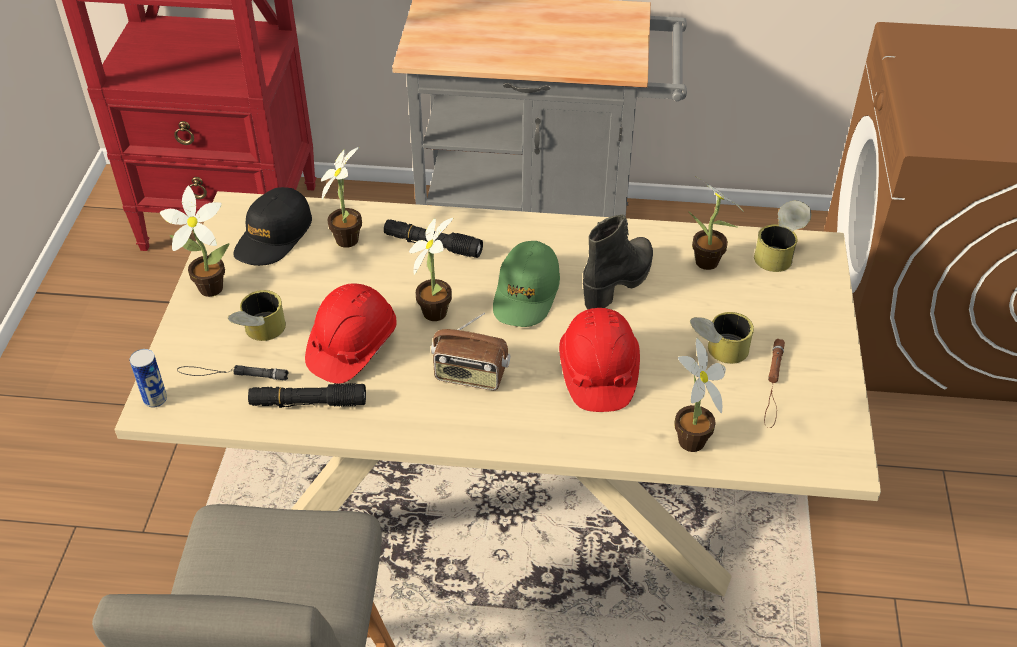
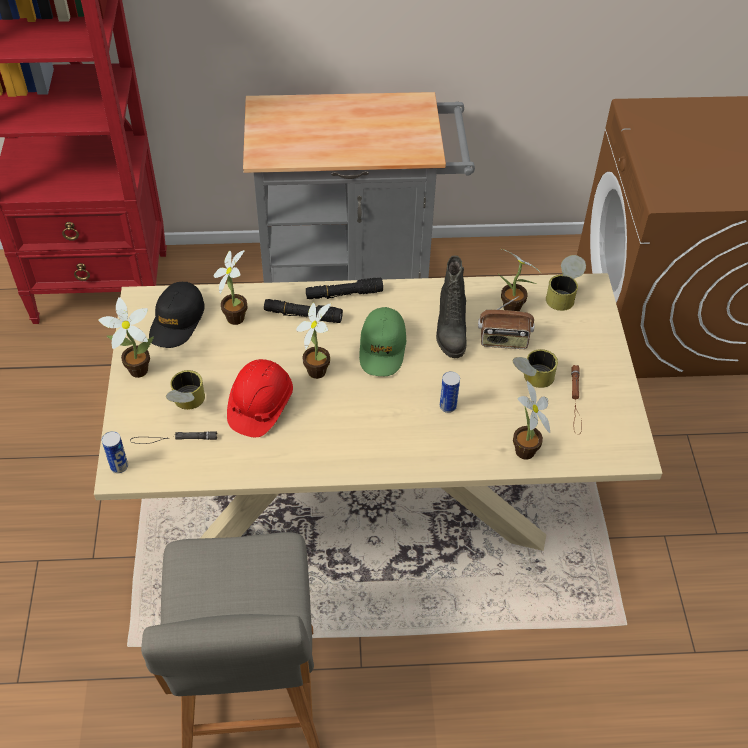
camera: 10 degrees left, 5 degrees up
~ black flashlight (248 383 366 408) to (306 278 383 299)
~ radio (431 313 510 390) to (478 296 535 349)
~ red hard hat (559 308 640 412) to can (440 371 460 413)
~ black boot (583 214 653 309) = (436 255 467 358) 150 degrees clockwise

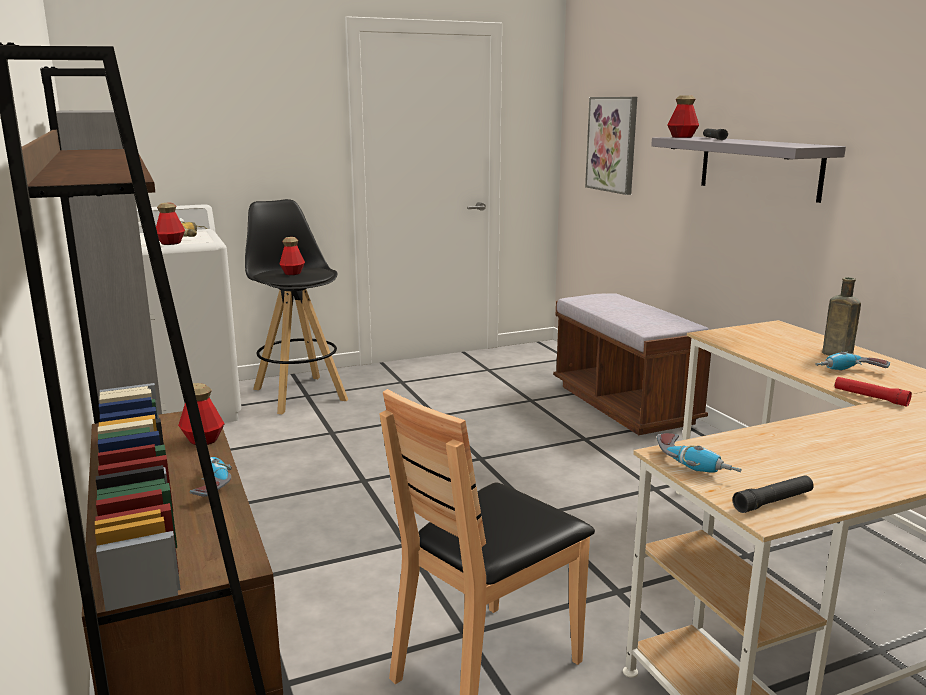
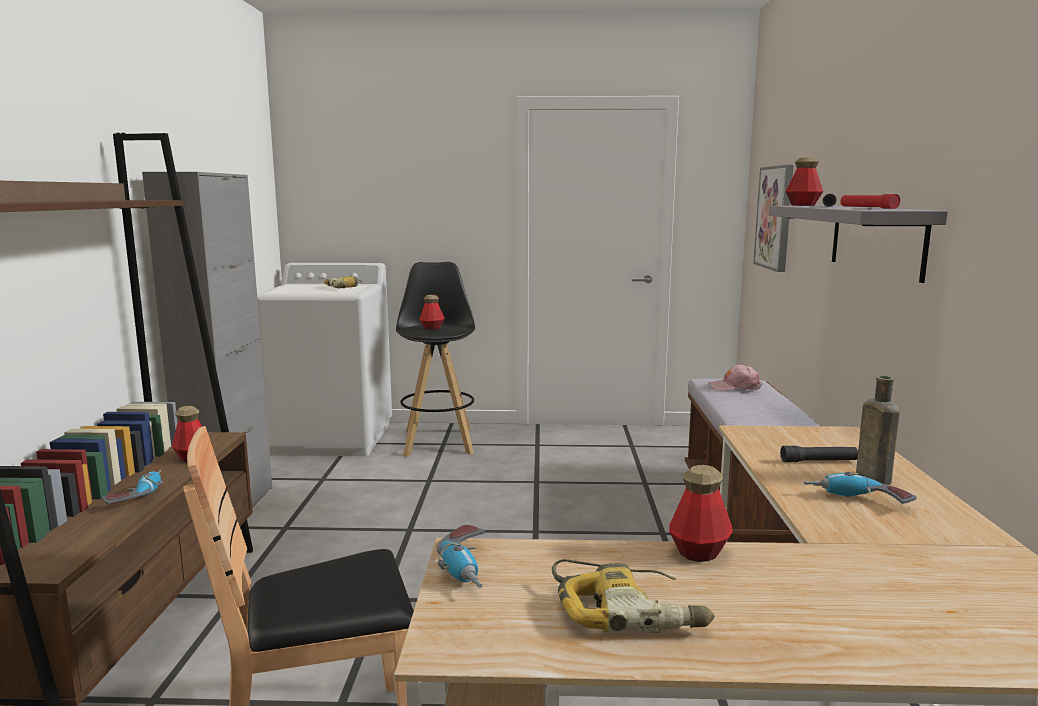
camera: 25 degrees right, 5 degrees down
~ bottle (156 203 185 245) to (669 465 733 562)
~ black flashlight (732 475 814 513) to (780 446 858 462)
~ red flashlight (835 377 912 406) to (840 194 900 209)
+ power drill (552 559 715 633)
+ pink cap (708 365 763 391)

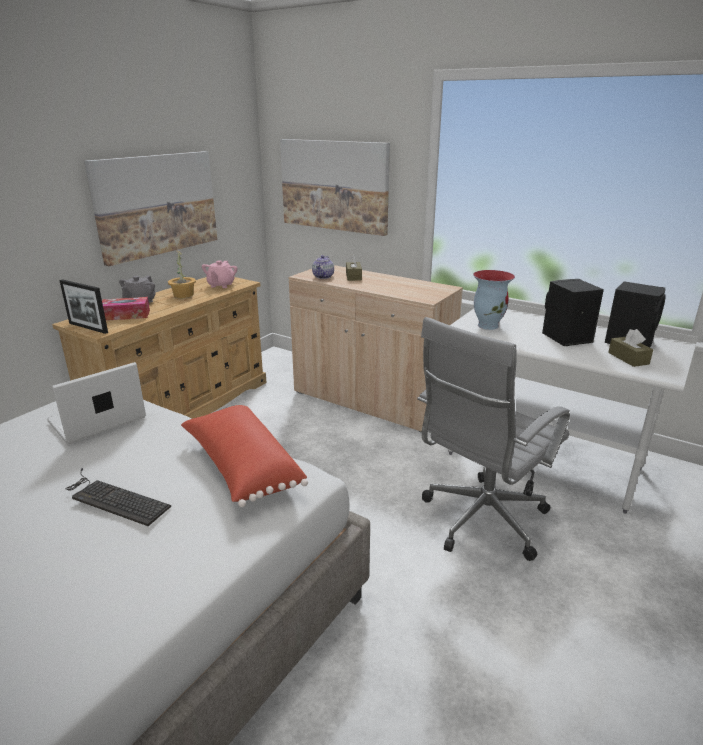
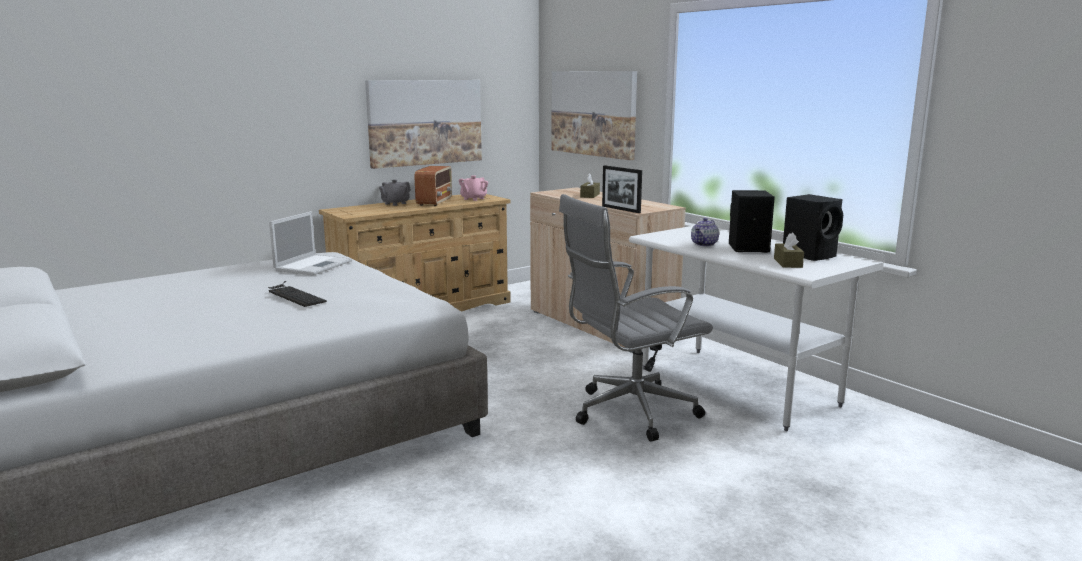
camera: 20 degrees right, 10 degrees down
~ laptop (47 362 146 445) = (269 211 352 275) 135 degrees clockwise
~ picture frame (59 279 108 334) to (602 165 642 213)
- tissue box (102 297 150 321)
~ potted plant (168 250 196 298) to radio (415 166 452 206)
- red pillow (181 405 308 507)
~ teapot (312 255 334 279) to (691 218 719 246)
- vase (473 270 515 330)

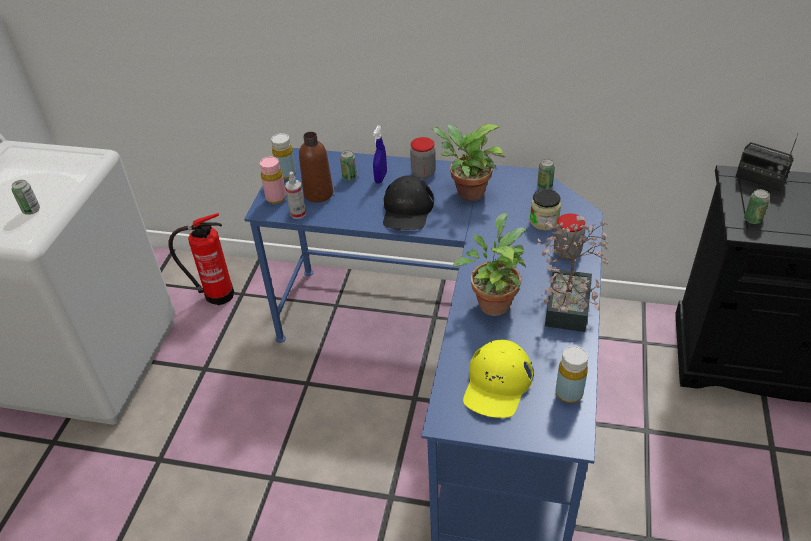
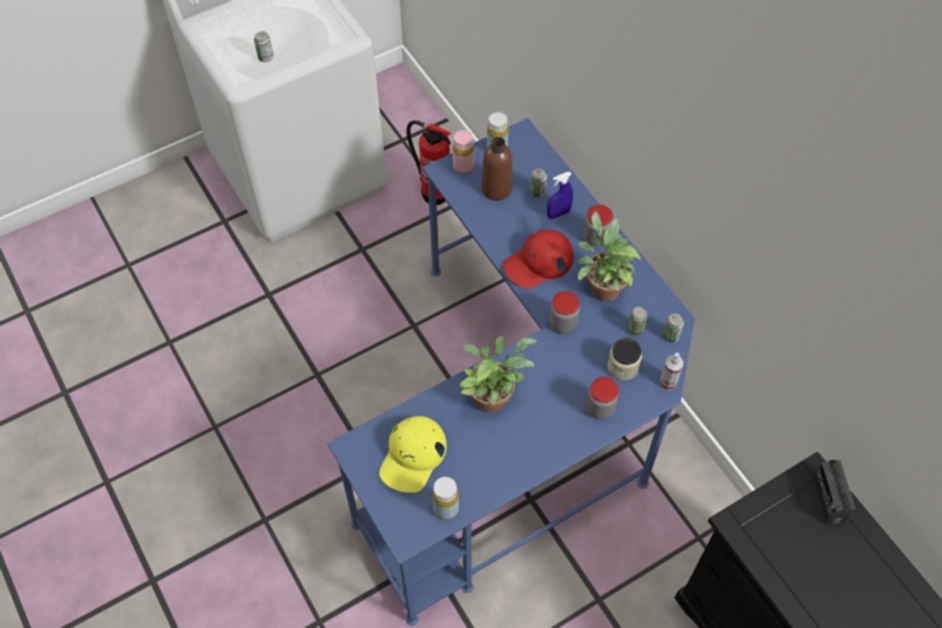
camera: 45 degrees right, 15 degrees up
~ spray bottle (285 172 306 219) to (659 352 684 390)
~ black cap (383 175 434 230) to red cap (503 230 574 289)
~ yellow cap (463 340 533 418) = (379 416 447 493) 45 degrees counterclockwise
- potted plant (537 216 609 332)
~ can (744 189 770 224) to (627 306 648 336)
+ jar (549 291 580 334)

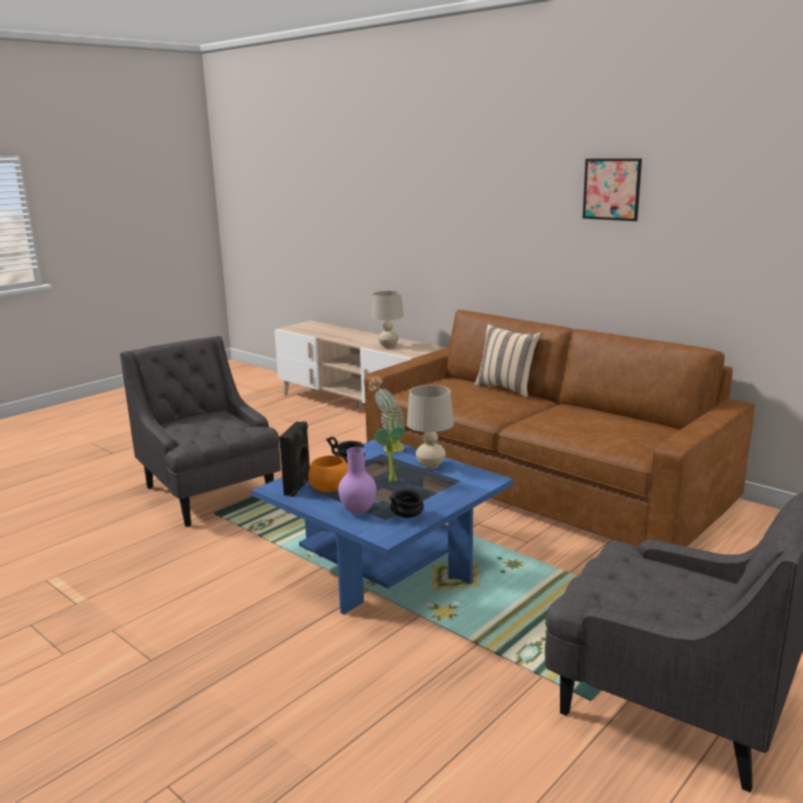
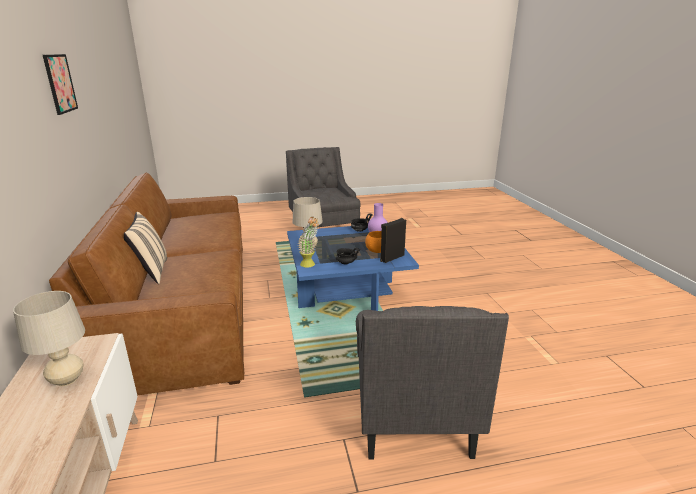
camera: 145 degrees left, 5 degrees up
- potted plant (374 427 406 482)

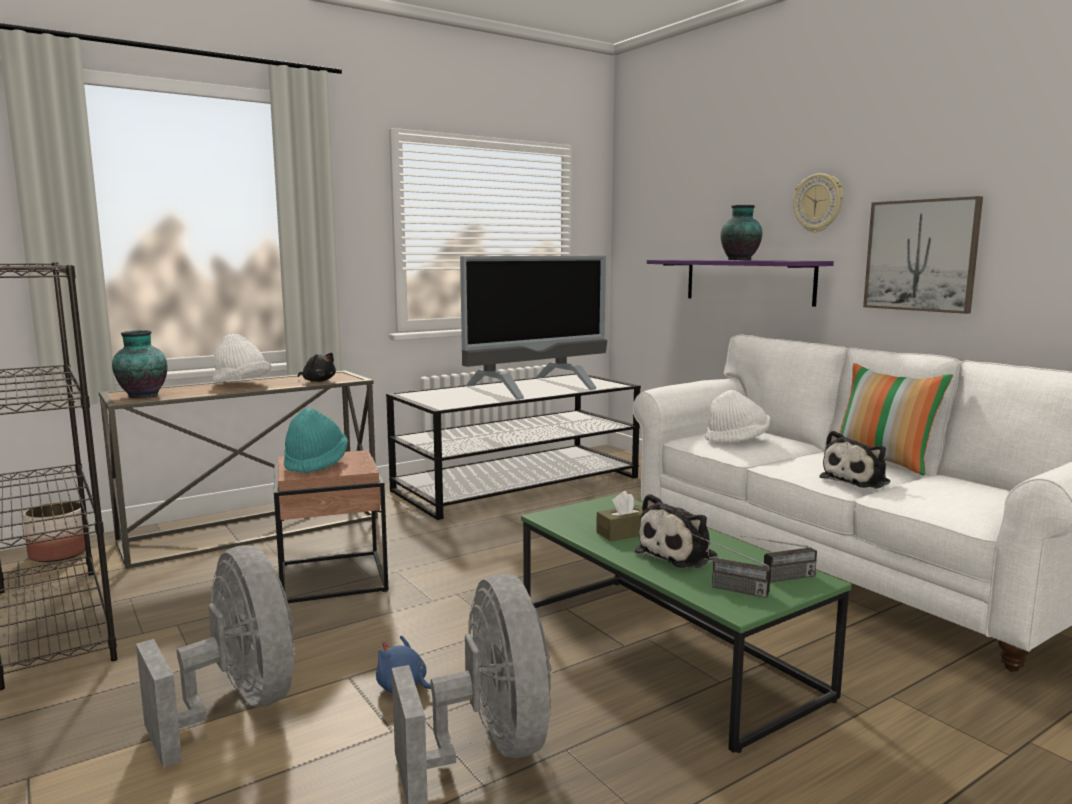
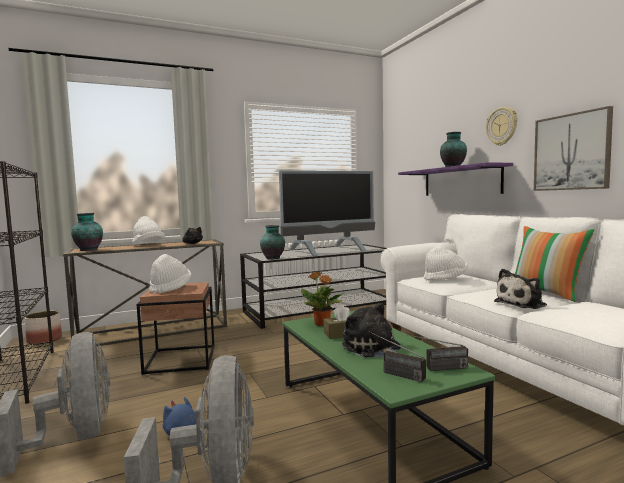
camera: 10 degrees right, 5 degrees down
~ turquoise hat (284 408 348 474) to white hat (149 254 191 293)
~ plush toy (635 494 717 568) = (342 303 401 358) 90 degrees clockwise
+ vase (260 225 285 260)
+ potted plant (301 272 344 326)

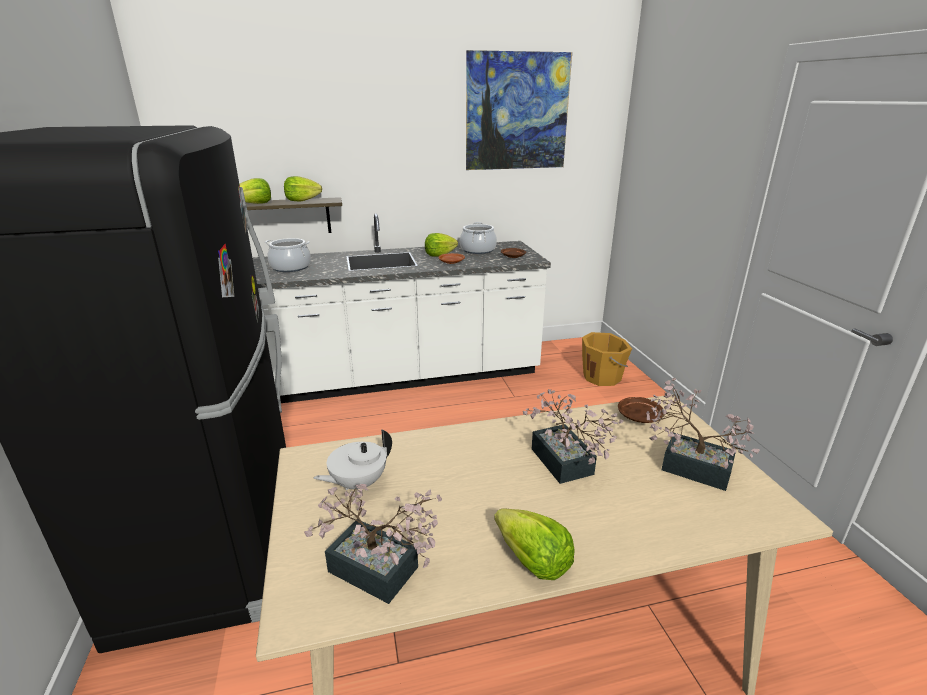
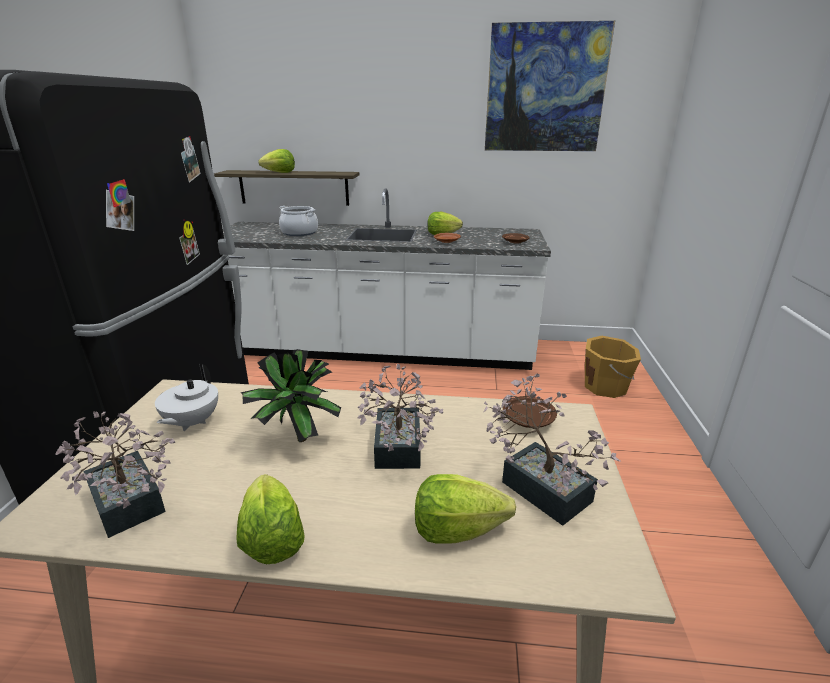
camera: 20 degrees right, 0 degrees up
~ lettuce (284 176 322 201) to (415 474 516 544)
~ white teapot (314 429 392 490) = (155 364 218 431) 60 degrees counterclockwise
- cooking pot (460 222 497 254)
+ potted plant (241 349 341 443)

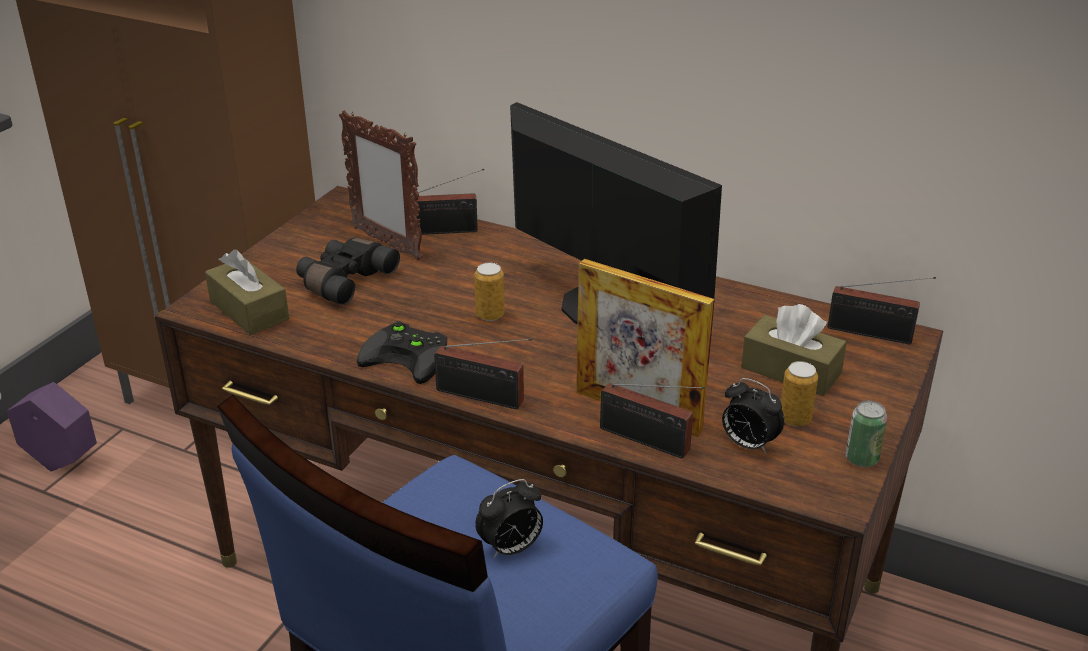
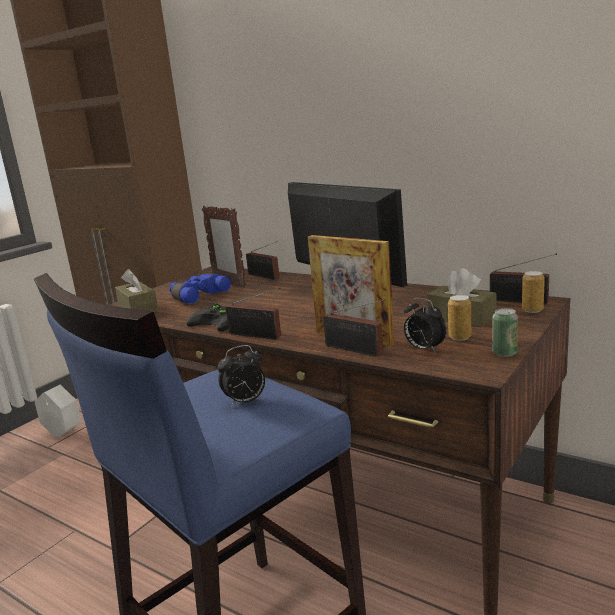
camera: 10 degrees right, 15 degrees down
~ purple planter (7 382 97 471) to white planter (34 385 82 438)
~ black binoculars (296 238 400 305) to blue binoculars (170 273 231 303)
~ radio (412 169 484 235) = (246 241 280 280) 45 degrees clockwise
~ can (474 262 505 321) to (522 271 545 313)

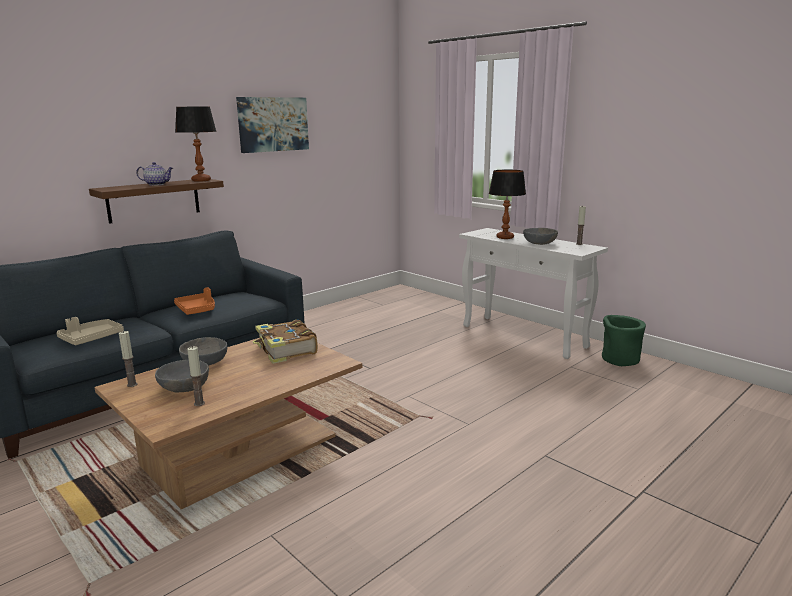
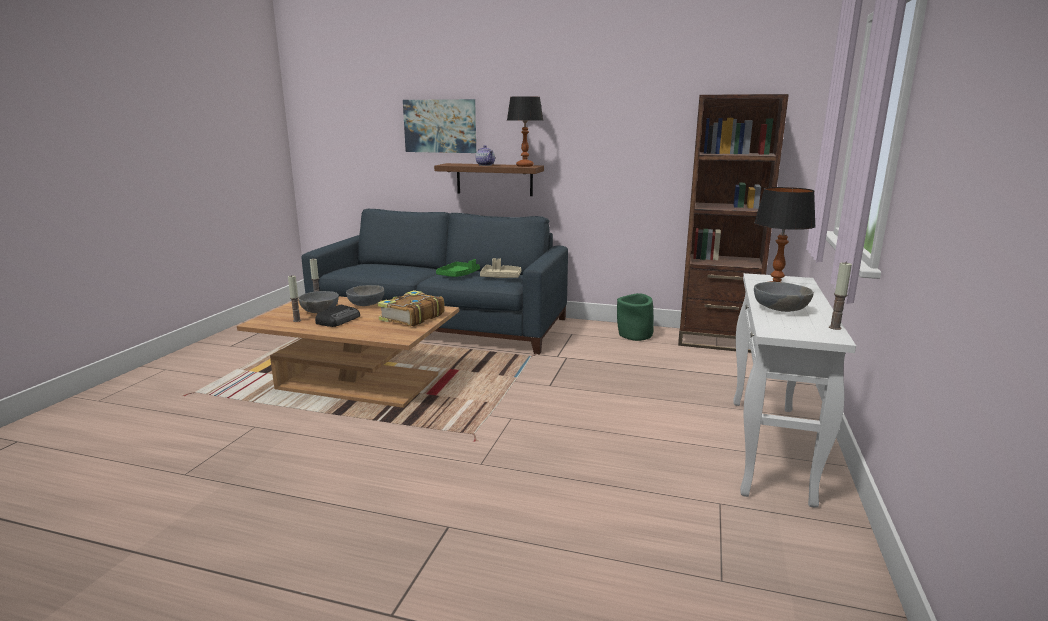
camera: 60 degrees right, 0 degrees up
~ beige tray (56 317 124 345) to (480 258 521 278)
~ orange tray (174 287 215 315) to green tray (436 259 480 277)
~ picture (236 97 309 153) to (403 99 476 153)
~ green planter (602 315 646 366) to (617 293 653 341)
+ radio (315 305 360 327)
+ brown bookcase (678 94 789 353)

